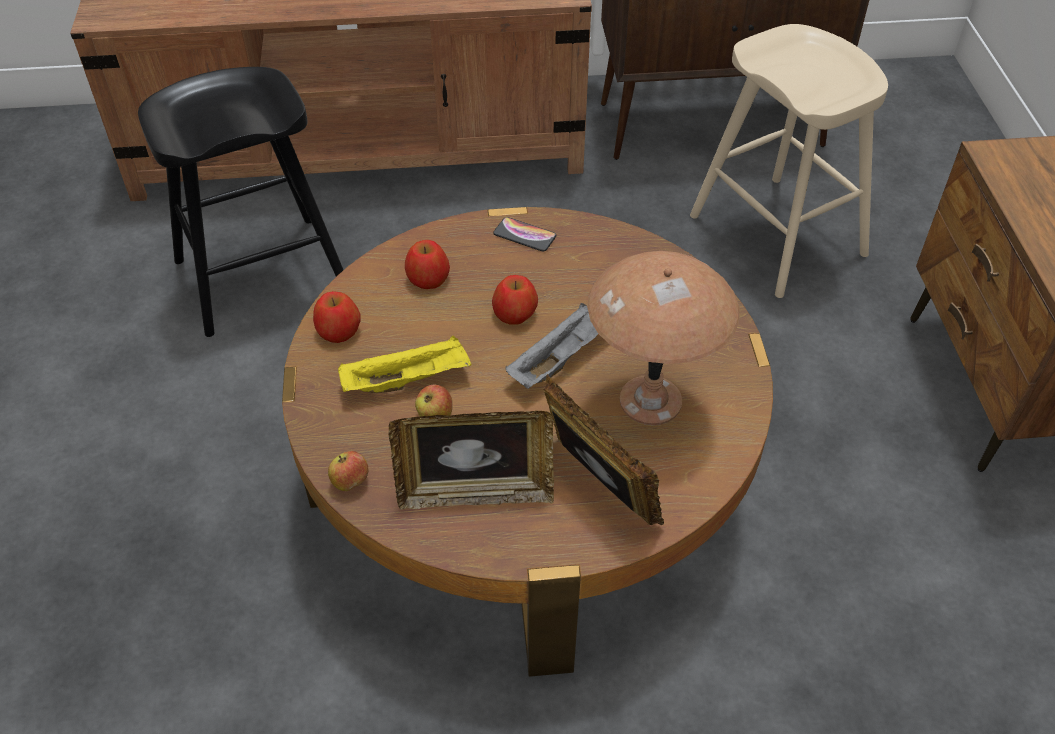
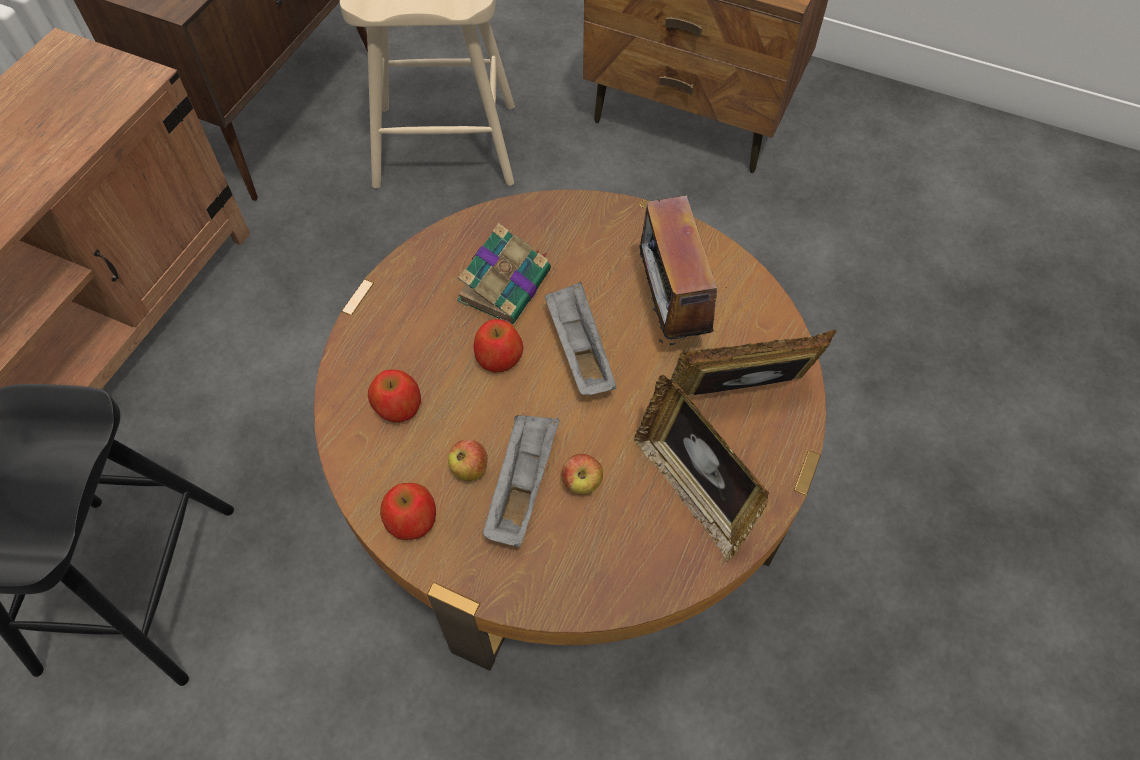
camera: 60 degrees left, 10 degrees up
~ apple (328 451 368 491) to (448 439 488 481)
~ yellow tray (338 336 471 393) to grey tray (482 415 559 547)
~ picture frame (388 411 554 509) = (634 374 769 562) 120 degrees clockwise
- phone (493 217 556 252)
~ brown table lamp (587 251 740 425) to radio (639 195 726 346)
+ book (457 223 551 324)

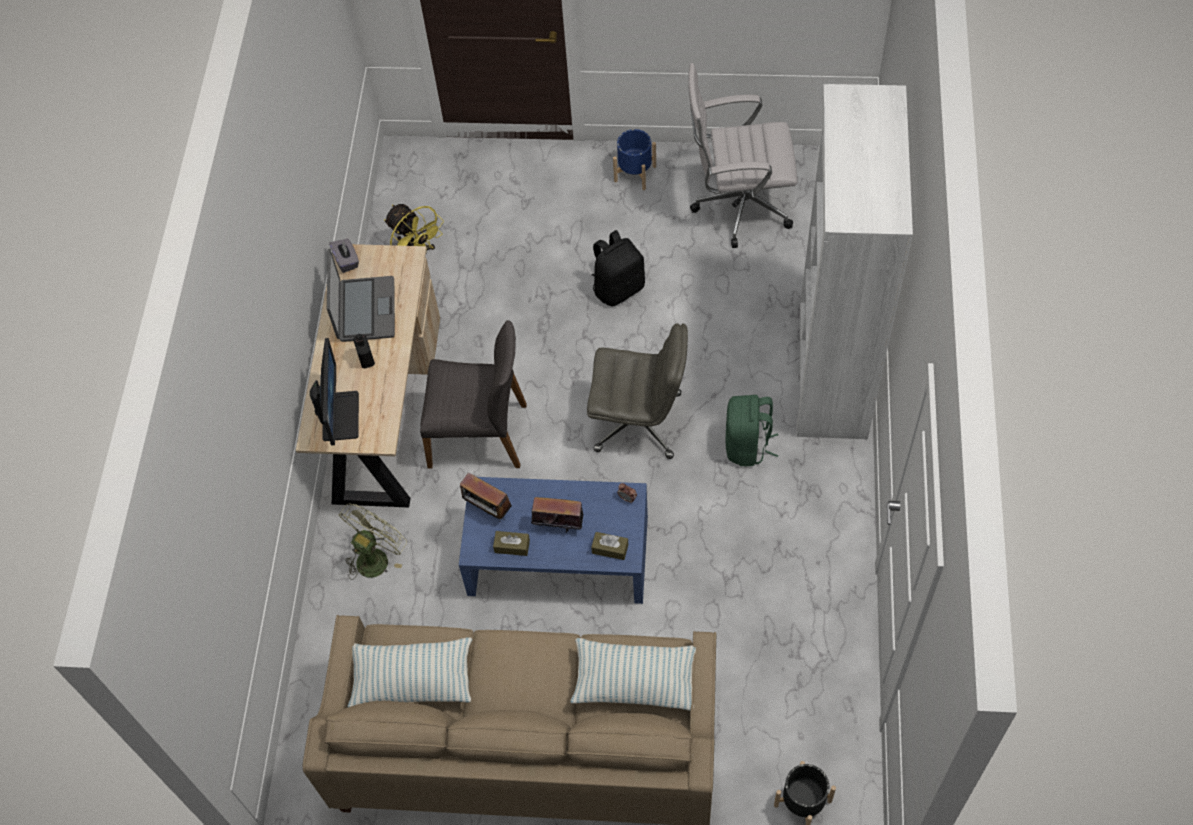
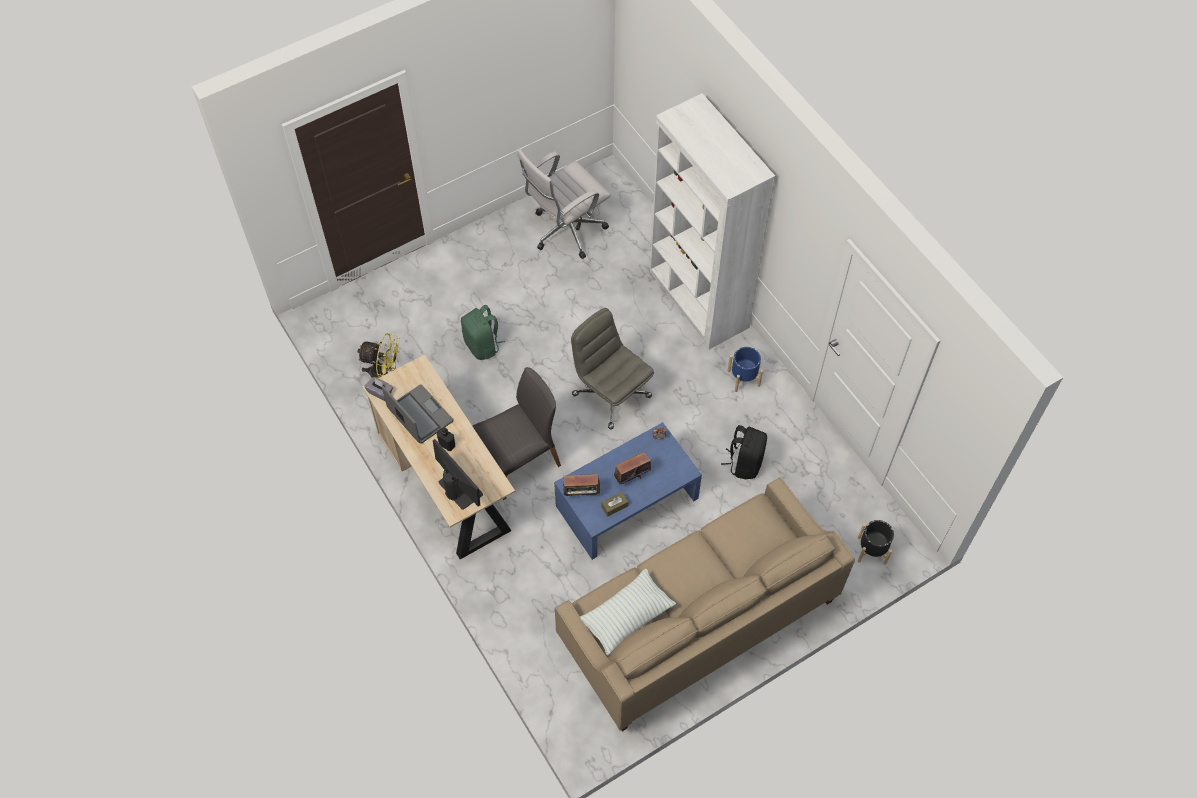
camera: 40 degrees left, 0 degrees up
- green fan (339 504 407 580)
- pillow (570 638 696 711)
~ grey office chair (587 323 688 459) = (571 308 654 429) 105 degrees counterclockwise
- brown tissue box (591 532 628 560)
~ black backpack (592 230 645 307) to (721 425 767 479)
~ blue planter (613 129 656 190) to (728 347 763 392)
~ green backpack (725 395 778 466) to (461 305 505 360)

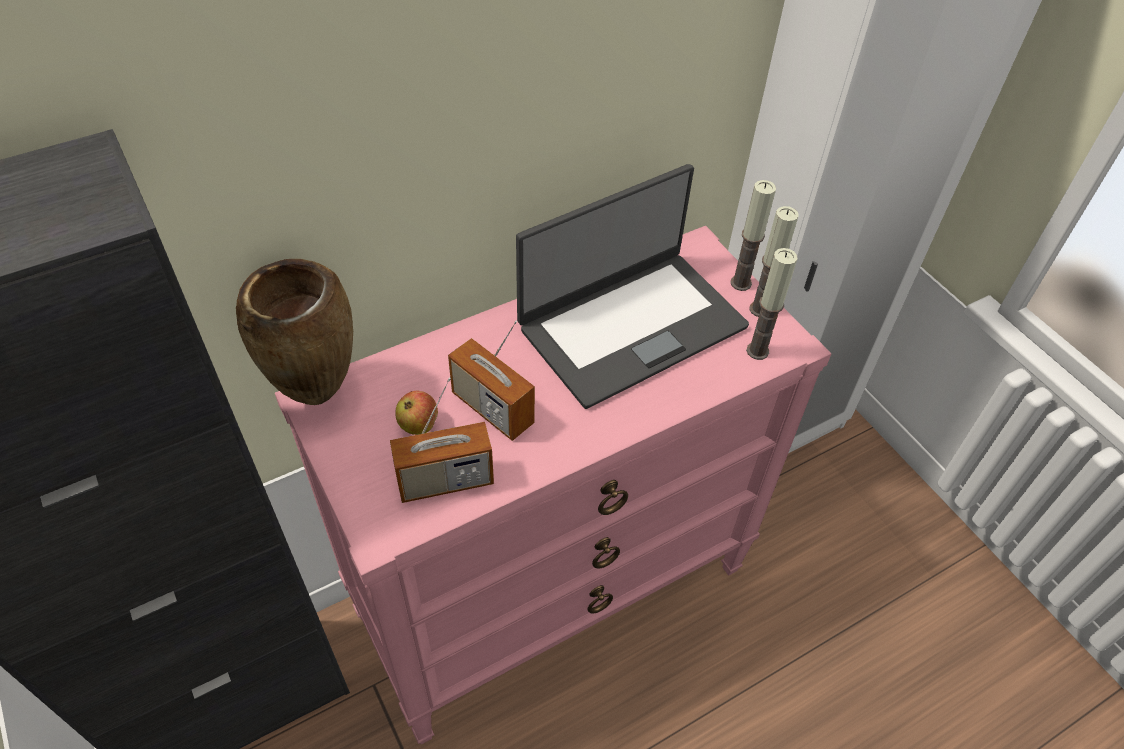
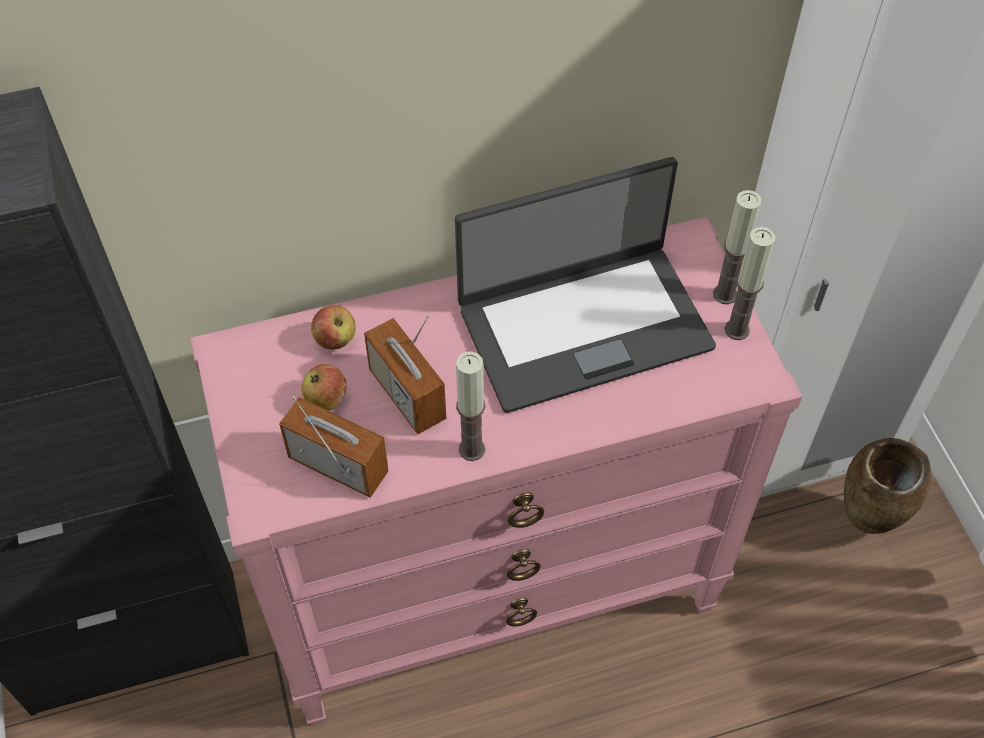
camera: 15 degrees right, 5 degrees up
~ brown vase (236 259 353 405) to (844 438 931 534)
~ radio (390 377 494 503) = (279 396 389 498) 150 degrees counterclockwise
~ candle (746 248 797 360) to (456 352 485 461)
+ apple (311 305 356 349)

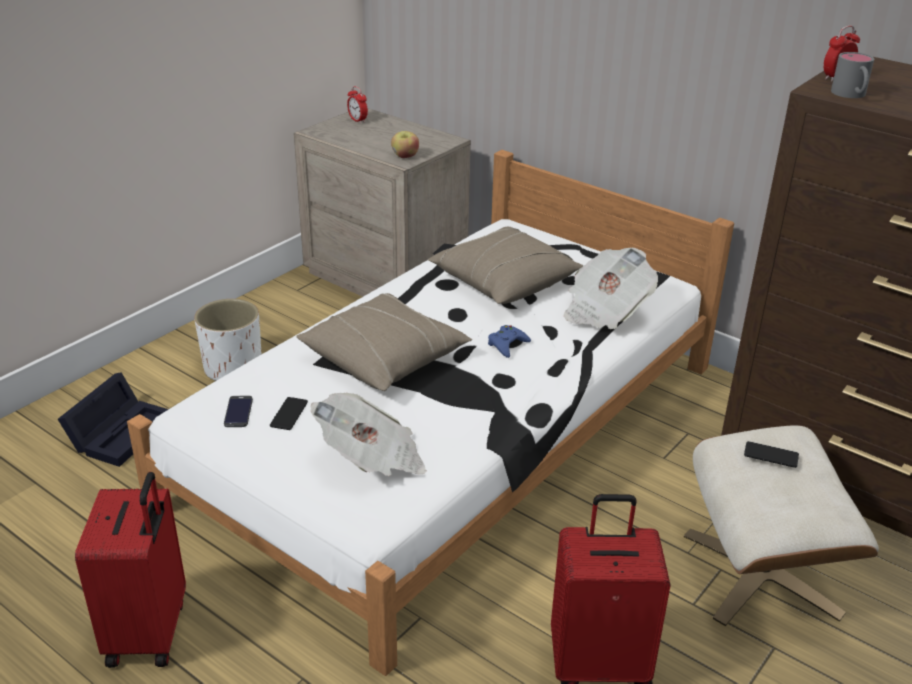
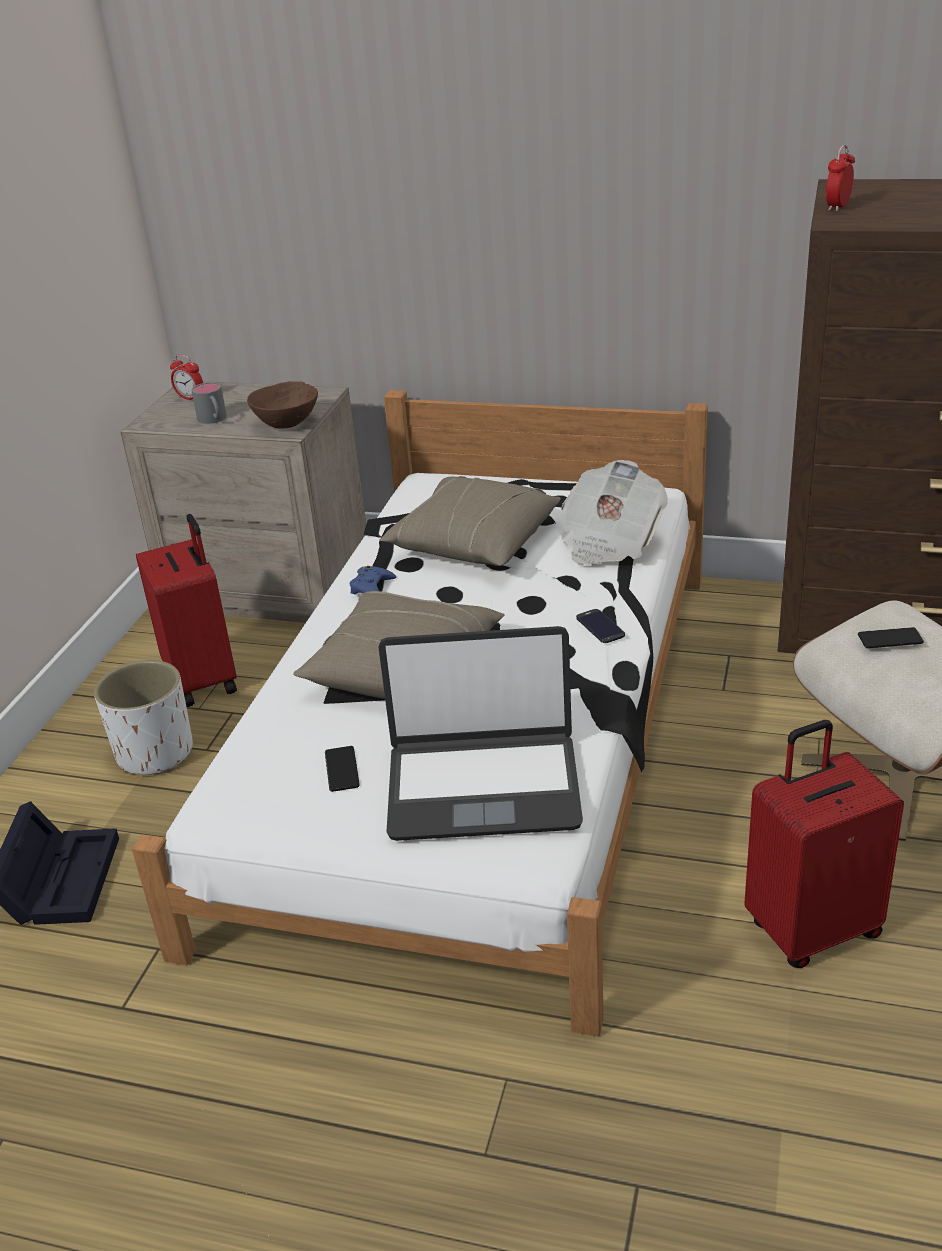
camera: 20 degrees left, 0 degrees up
~ red suitcase (75 472 186 668) to (136 514 237 707)
~ phone (224 396 253 427) to (576 609 625 643)
~ newspaper (310 393 427 476) to laptop (378 626 583 841)
~ apple (391 131 419 158) to brown bowl (247 381 318 429)
~ blue game controller (488 325 531 358) to (350 566 396 595)
~ grey mug (831 52 874 98) to (191 382 227 424)

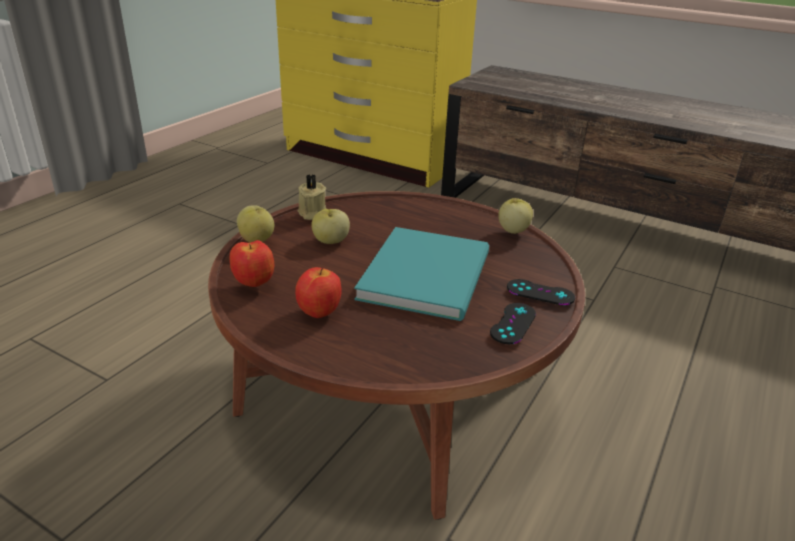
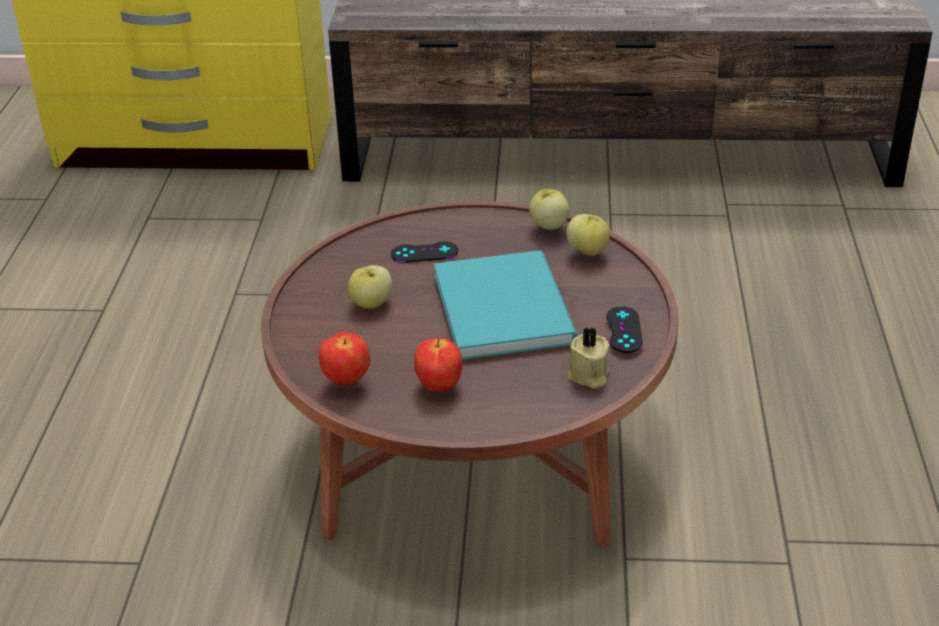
camera: 25 degrees left, 5 degrees up
~ apple (237 205 274 243) to (566 214 610 256)
~ beige candle (298 174 326 220) to (567 327 609 389)
~ black game controller (507 279 575 305) to (391 241 458 263)

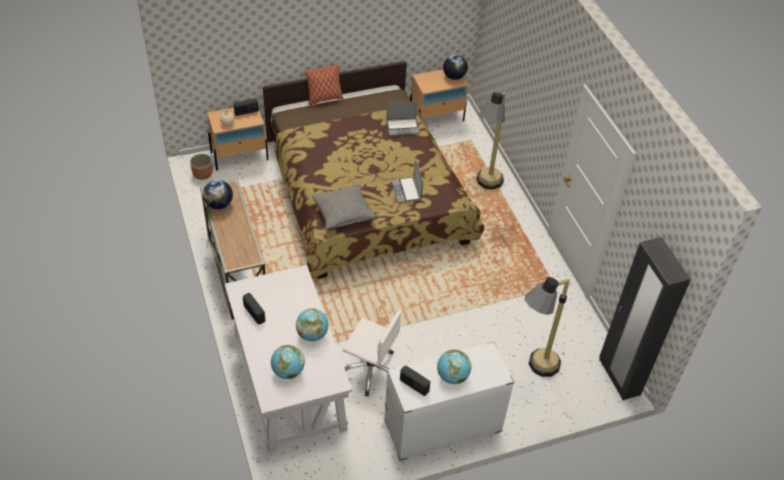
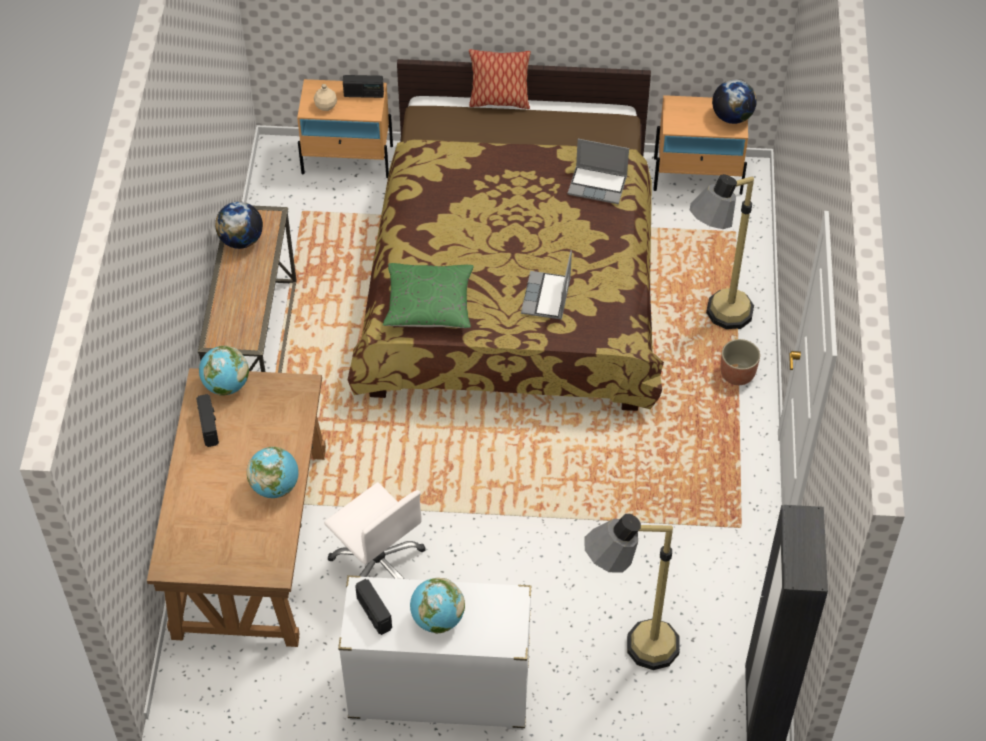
camera: 25 degrees right, 5 degrees up
~ planter (190 154 213 180) to (720 339 760 385)
~ white desk (225 265 352 452) to brown desk (147 368 326 647)
~ globe (271 345 305 379) to (199 346 249 395)
~ grey pillow (311 184 376 229) to green pillow (383 263 474 328)

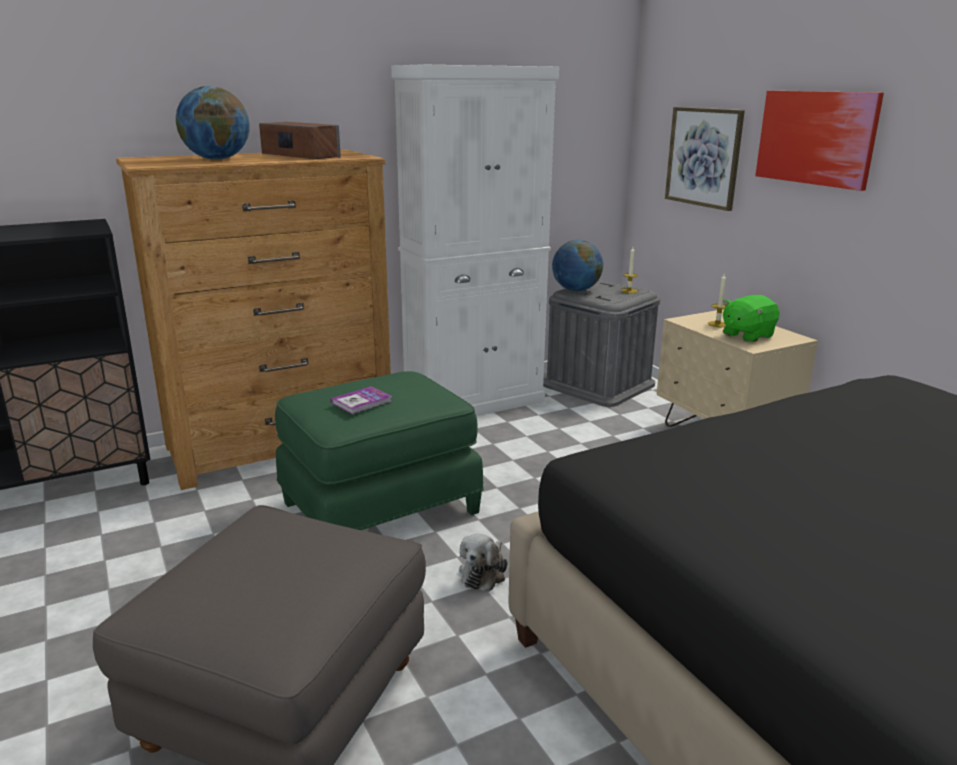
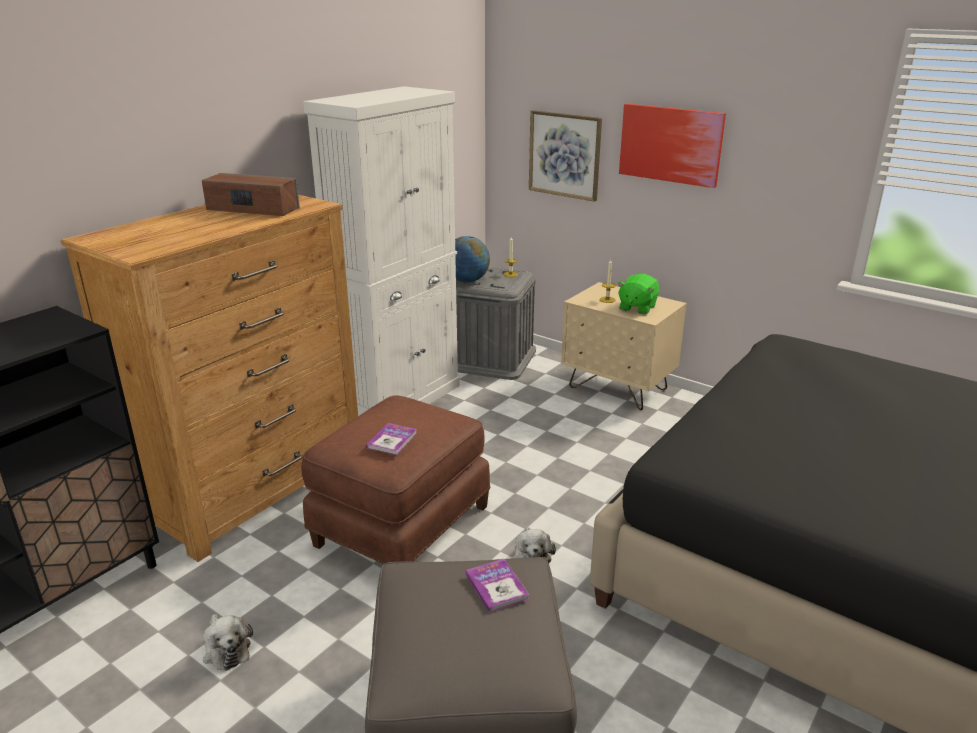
camera: 25 degrees left, 5 degrees up
- globe (176 86 249 160)
~ green ottoman (275 371 484 530) to brown ottoman (301 395 490 564)
+ plush toy (203 614 253 671)
+ book (466 559 529 612)

